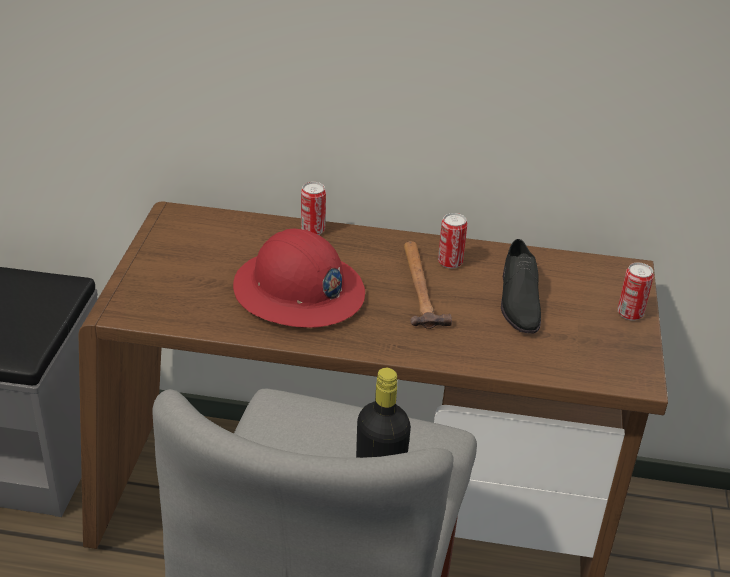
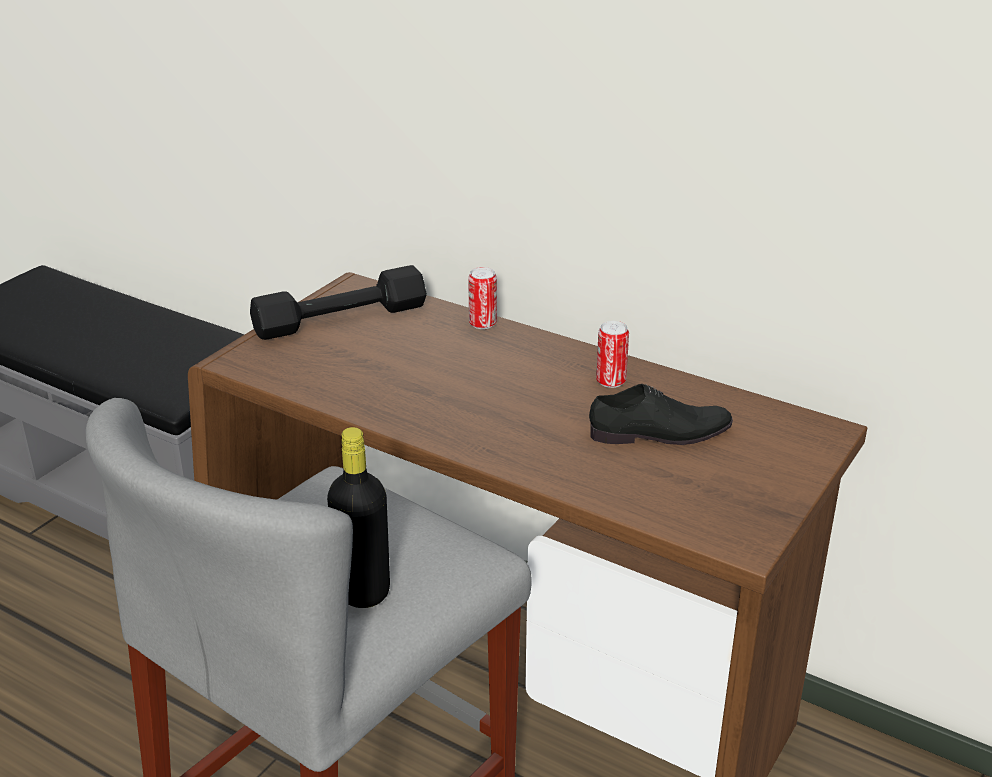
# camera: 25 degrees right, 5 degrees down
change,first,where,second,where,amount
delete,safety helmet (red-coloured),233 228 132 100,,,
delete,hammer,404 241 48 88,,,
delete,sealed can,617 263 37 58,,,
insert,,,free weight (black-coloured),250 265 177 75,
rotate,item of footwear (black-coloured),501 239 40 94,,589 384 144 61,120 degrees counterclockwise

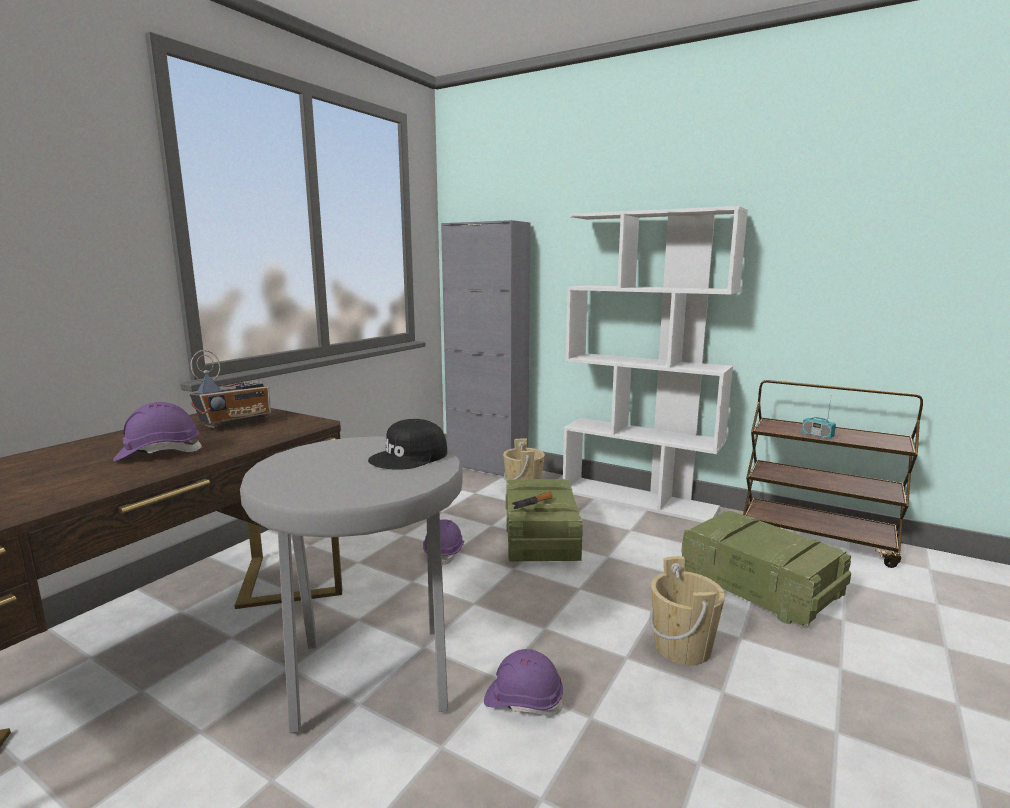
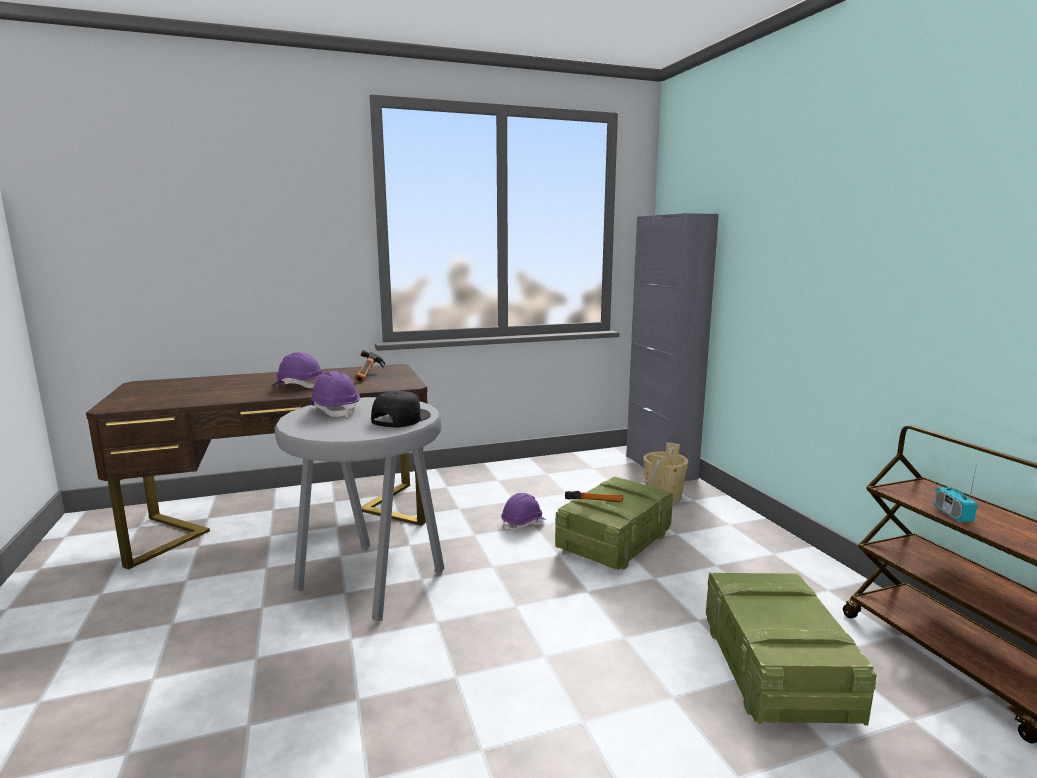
# camera: 40 degrees right, 0 degrees up
change,first,where,second,where,amount
delete,bookshelf (white-coloured),563 206 185 317,,,
delete,pail (beige-coloured),650 556 75 109,,,
move,safety helmet (purplish),484 649 80 68,,310 371 50 47,
replace,radio receiver,190 350 81 79,hammer,355 350 30 32,
rotate,peaked cap (black-coloured),368 419 79 51,,371 391 60 36,120 degrees clockwise

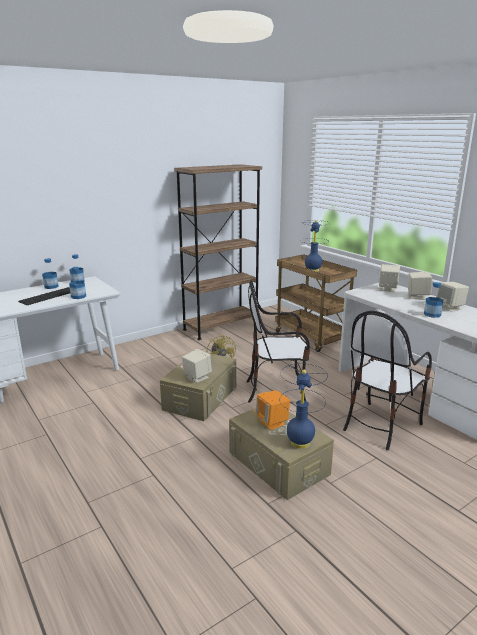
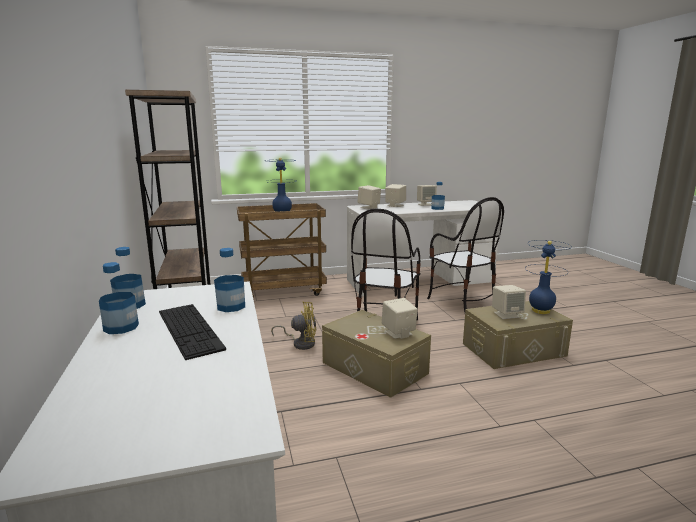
# camera: 70 degrees left, 5 degrees down
change,first,where,second,where,amount
recolor,audio speaker (orange-coloured),255 390 35 40,audio speaker (beige-coloured),492 285 34 34,

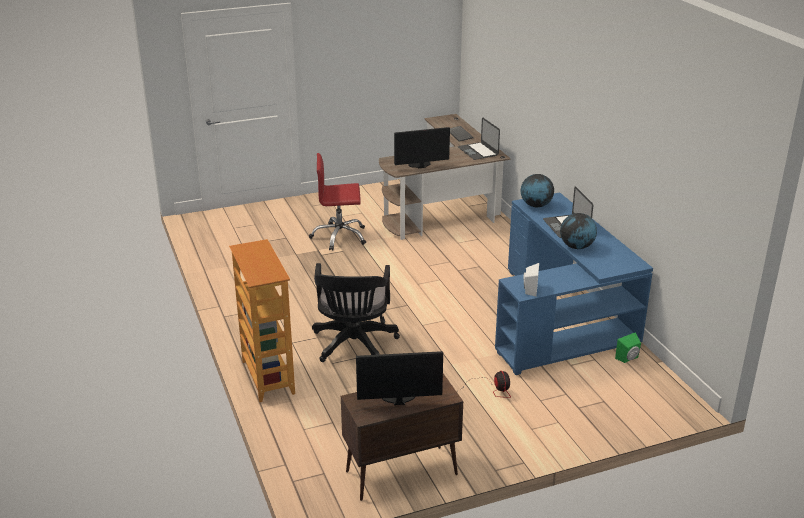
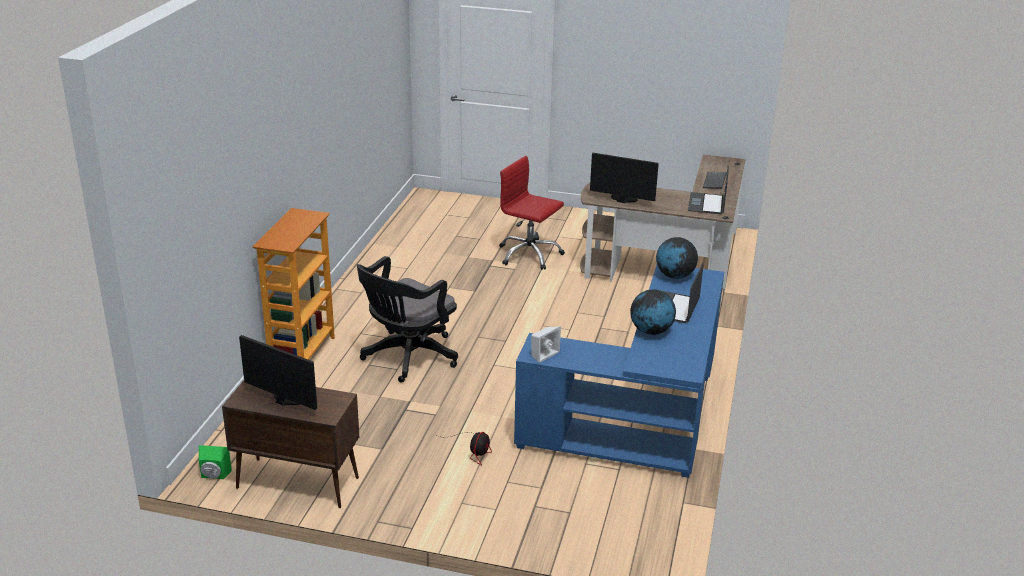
# camera: 35 degrees right, 0 degrees up
change,first,where,second,where,amount
move,audio speaker (green),615 332 26 31,,199 445 33 34,

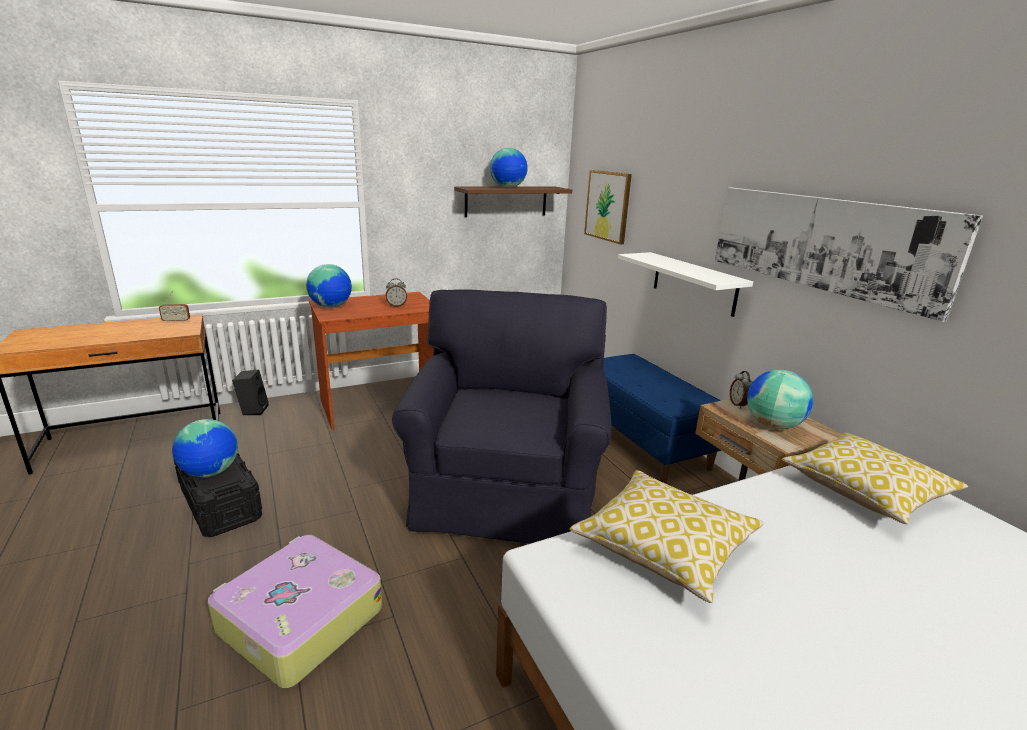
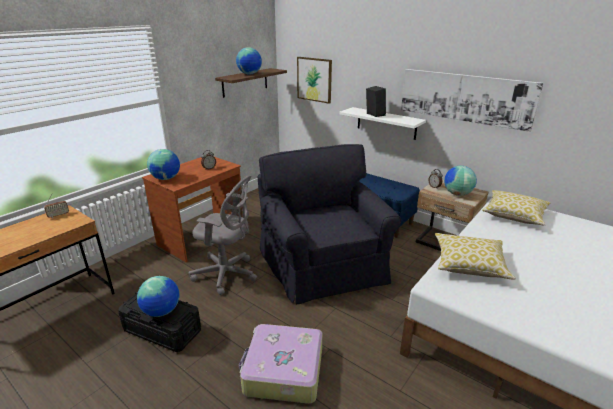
# camera: 25 degrees left, 5 degrees up
change,first,where,second,where,amount
insert,,,desk chair (grey),189 175 68 120,
move,audio speaker (black-coloured),232 369 37 46,,366 86 20 31,

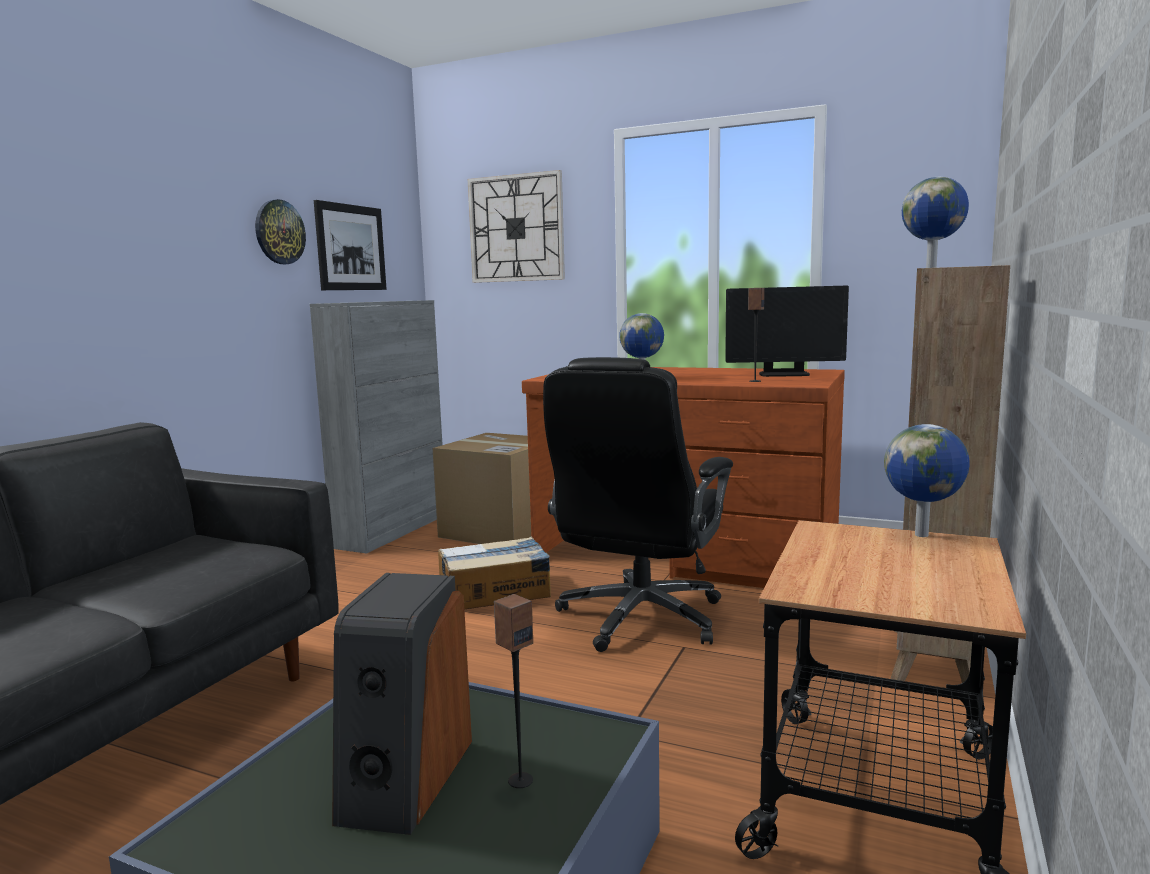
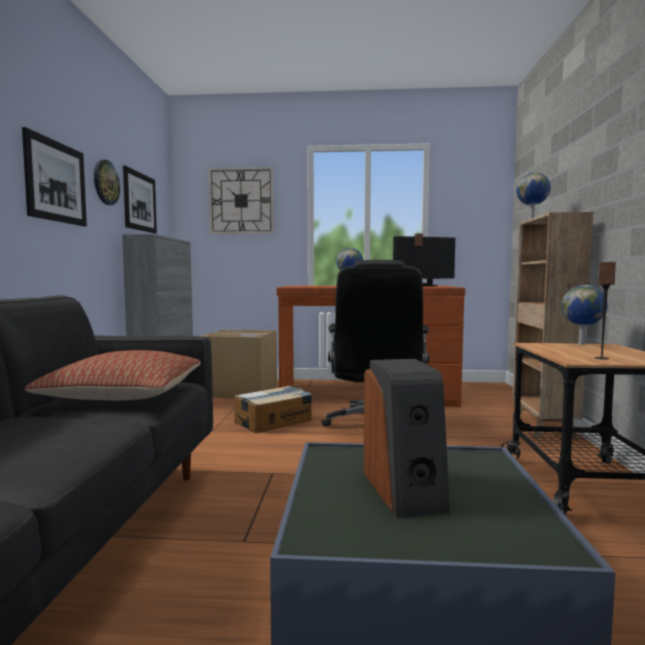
# camera: 20 degrees left, 5 degrees down
change,first,where,second,where,amount
insert,,,picture,22 127 65 99,
insert,,,pillow,24 350 177 50,
move,audio speaker,494 594 39 194,,595 262 21 98,

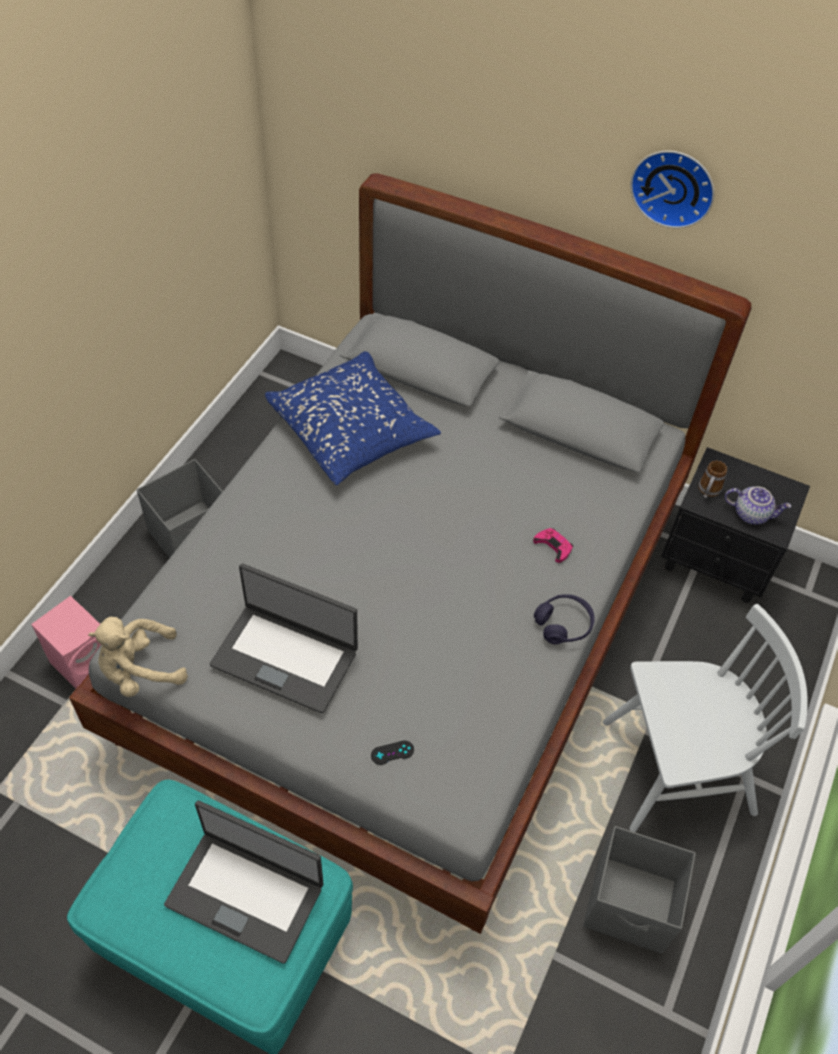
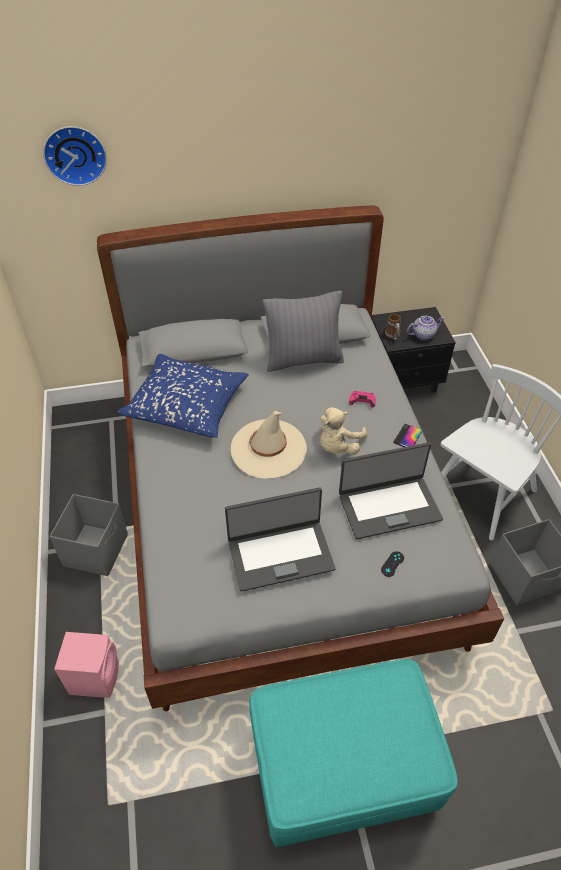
# camera: 35 degrees left, 5 degrees down
change,first,where,second,where,amount
insert,,,clothing hat (beige-coloured),231 411 76 68,
insert,,,pillow (grey),263 291 81 81,
move,plush toy (beige-coloured),88 617 100 80,,320 407 48 48,
move,laptop,164 801 159 163,,339 442 104 97,
move,wall clock,630 150 85 78,,43 126 64 60,
replace,headphones (purplish),534 594 61 50,telephone,393 424 30 23,

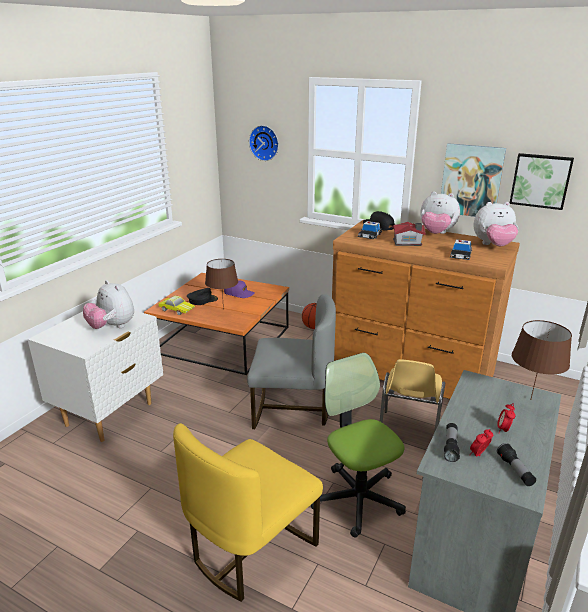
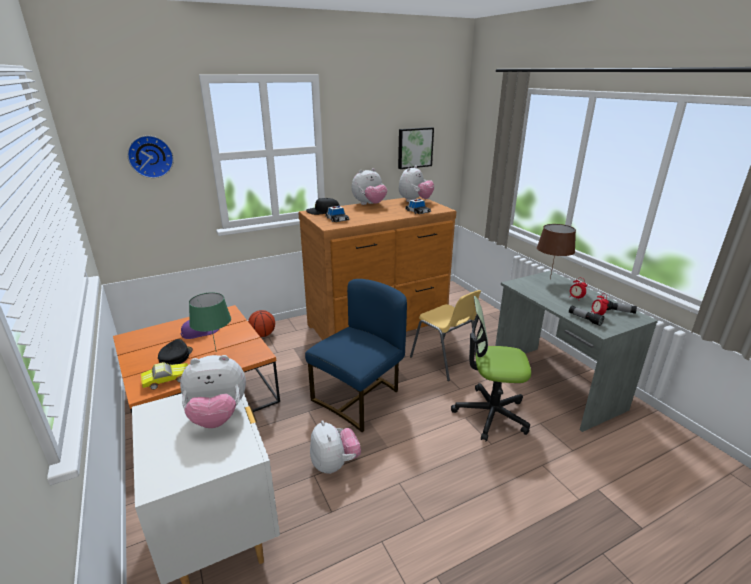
# camera: 55 degrees left, 0 degrees up
change,first,where,second,where,amount
delete,chair (yellowish),173 423 150 179,,,
delete,model house,392 222 33 24,,,
delete,picture,441 143 65 74,,,
insert,,,plush toy,310 420 51 54,
recolor,tabletop lamp (brown),205 259 33 50,tabletop lamp (green),189 293 42 56,
recolor,chair (grey),247 294 89 135,chair (bluish),305 279 102 153,

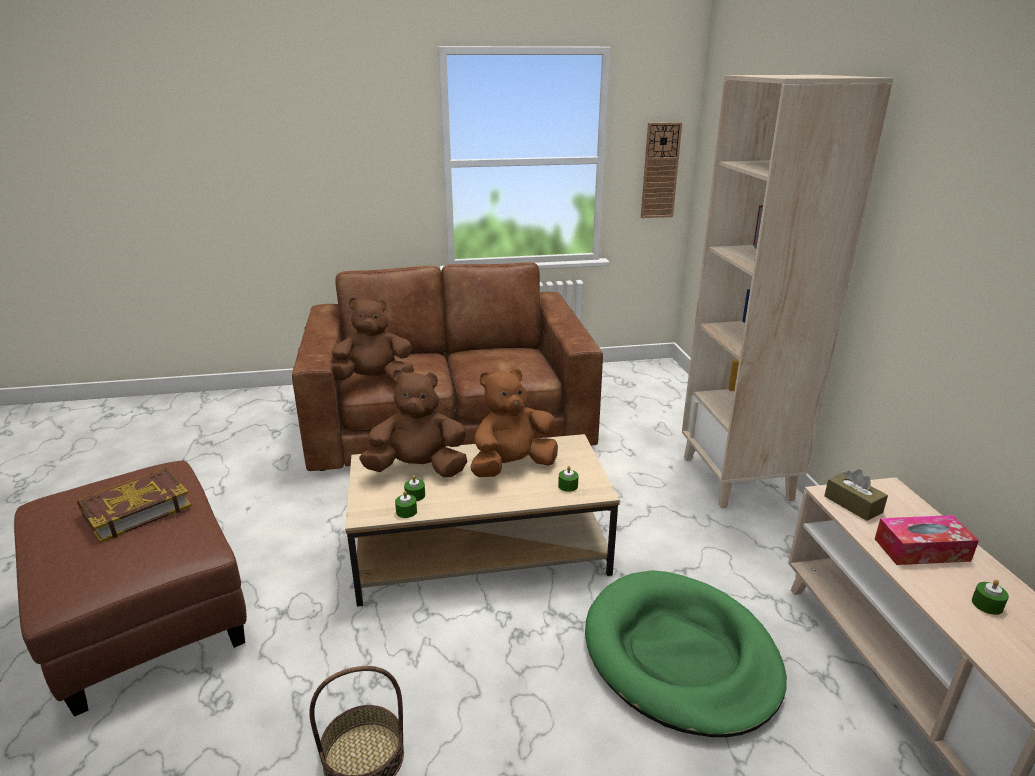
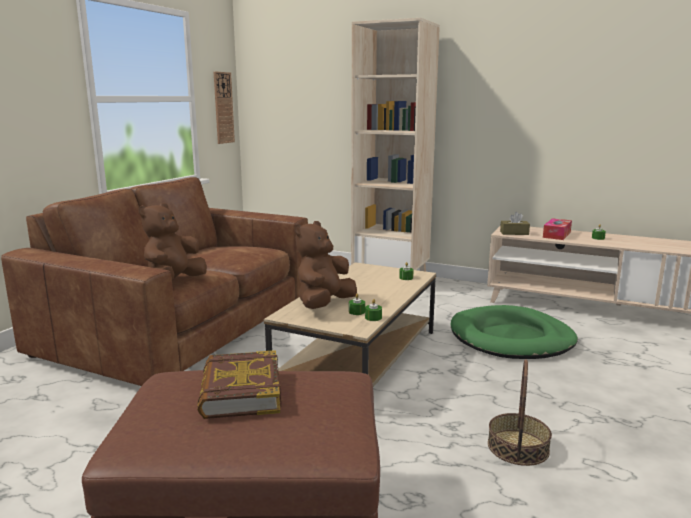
# camera: 55 degrees left, 10 degrees down
change,first,where,second,where,amount
delete,plush toy (brown),471 368 87 109,,,

